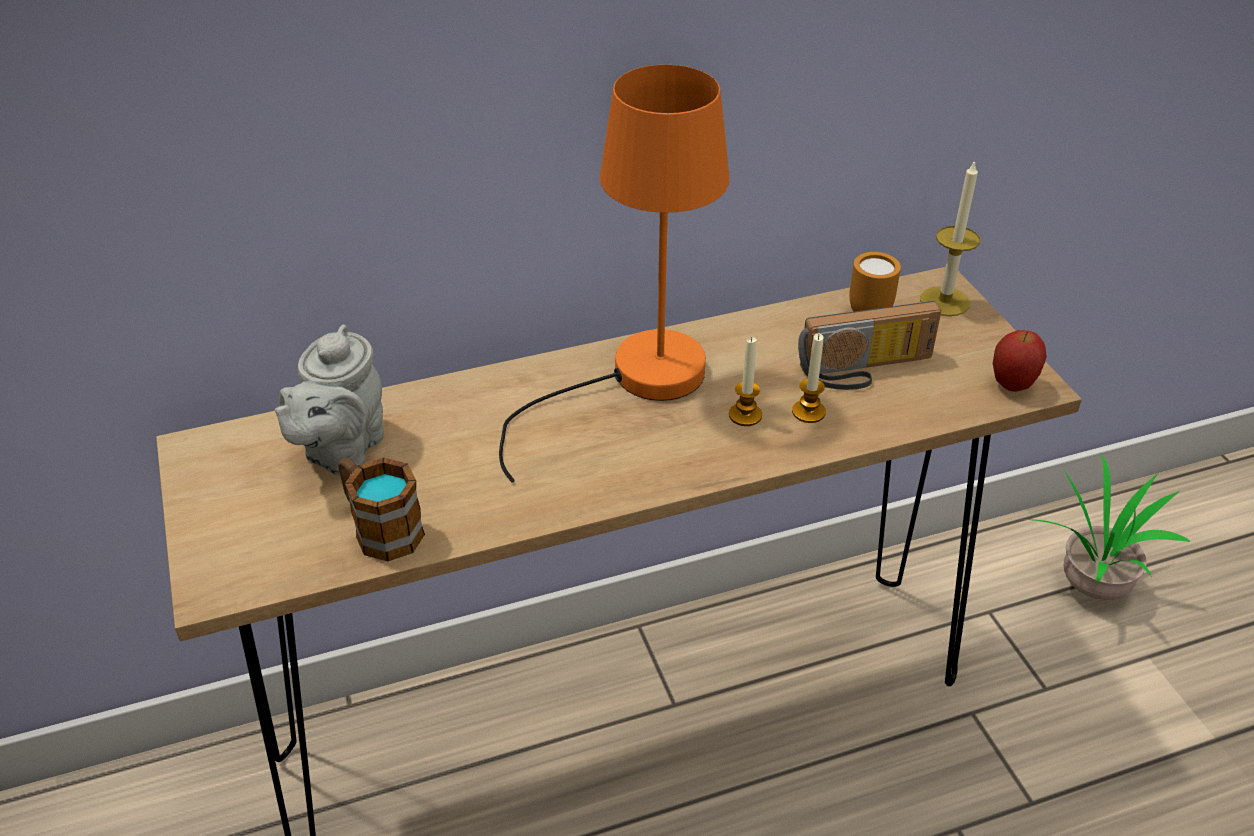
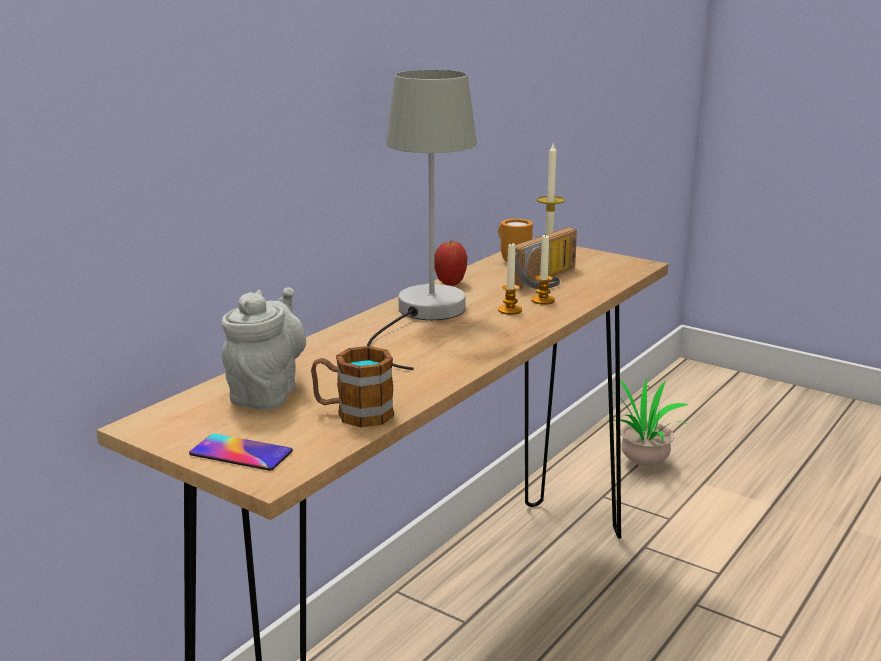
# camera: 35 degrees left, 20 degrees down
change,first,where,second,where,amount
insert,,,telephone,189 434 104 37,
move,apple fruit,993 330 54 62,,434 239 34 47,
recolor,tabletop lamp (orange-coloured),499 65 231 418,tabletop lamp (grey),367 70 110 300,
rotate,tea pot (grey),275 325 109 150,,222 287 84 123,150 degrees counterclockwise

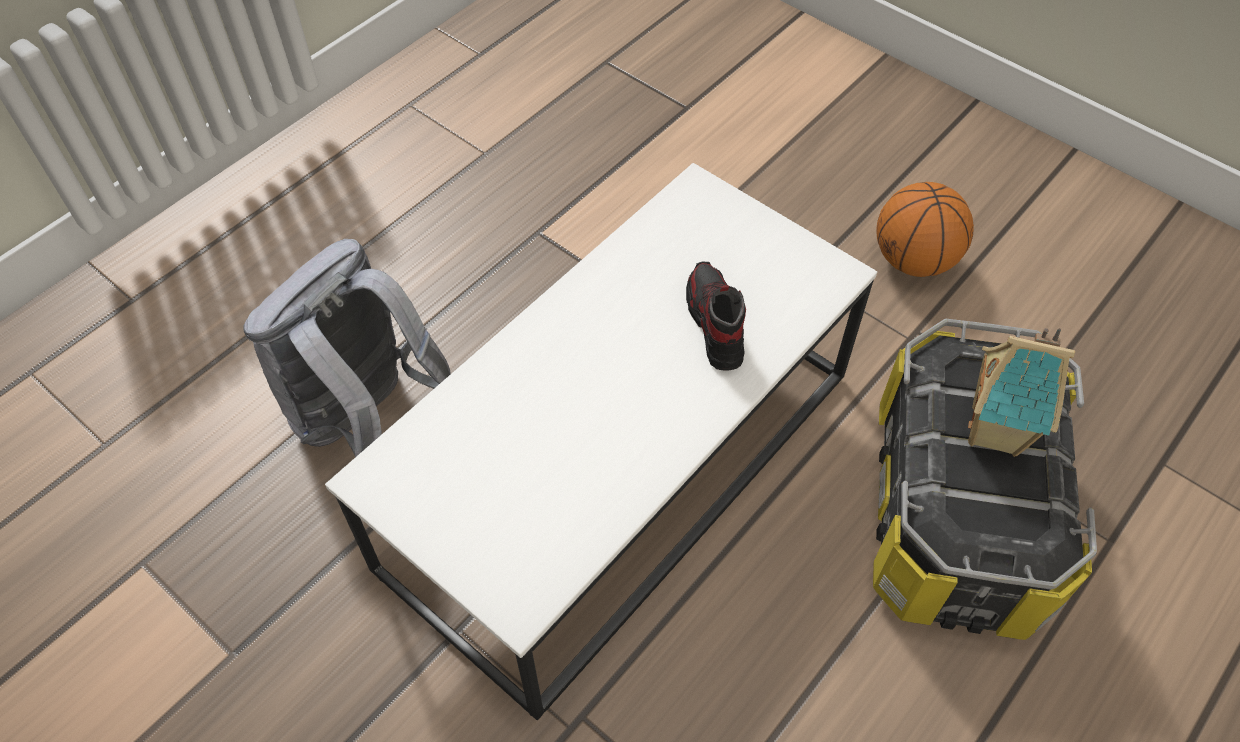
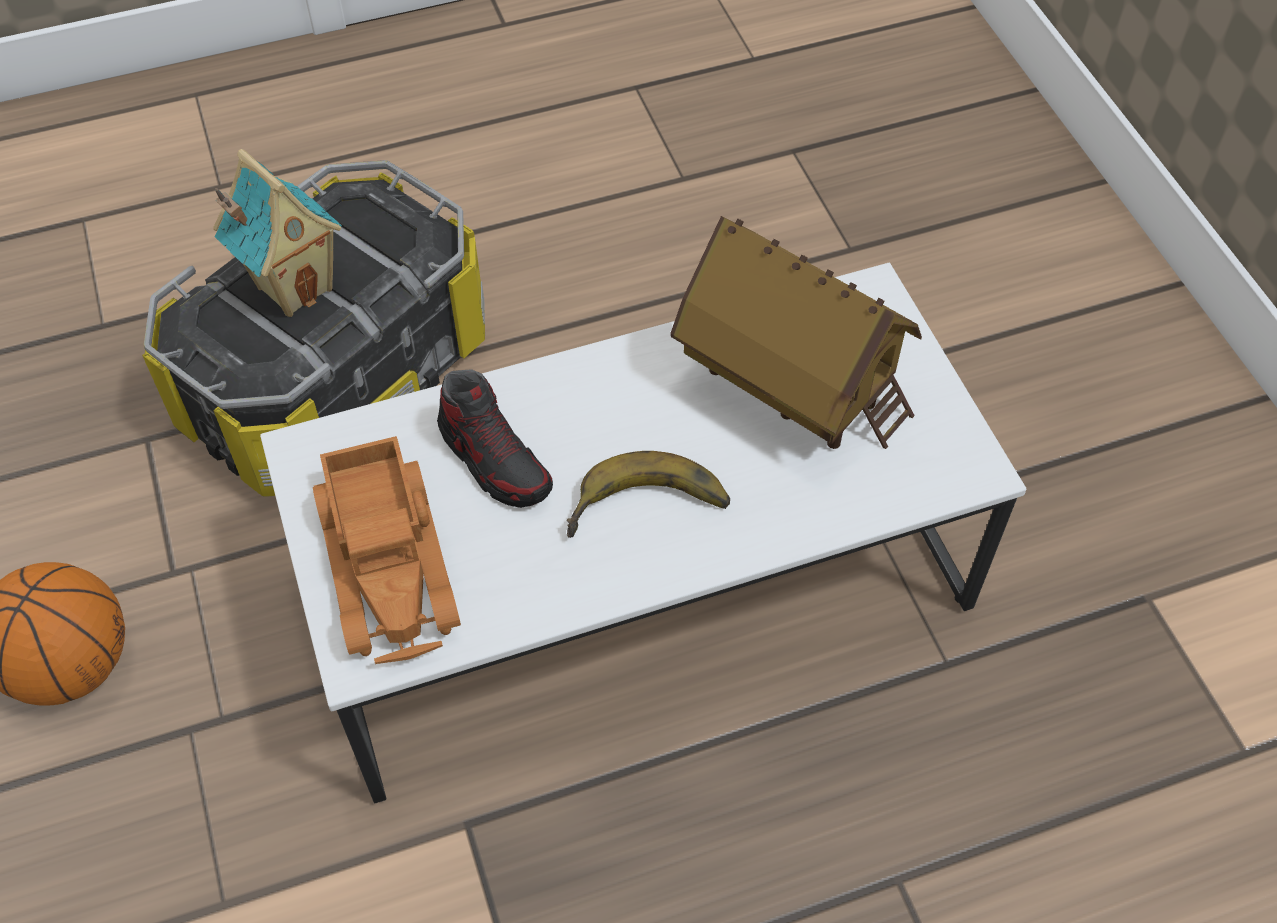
# camera: 150 degrees left, 0 degrees up
change,first,where,second,where,amount
delete,knapsack (grey),243 239 208 218,,,
insert,,,toy lorry,313 436 148 228,
insert,,,whole banana,567 451 163 87,
insert,,,model house,670 216 252 233,
rotate,item of footwear,686 262 60 109,,437 369 116 139,60 degrees counterclockwise

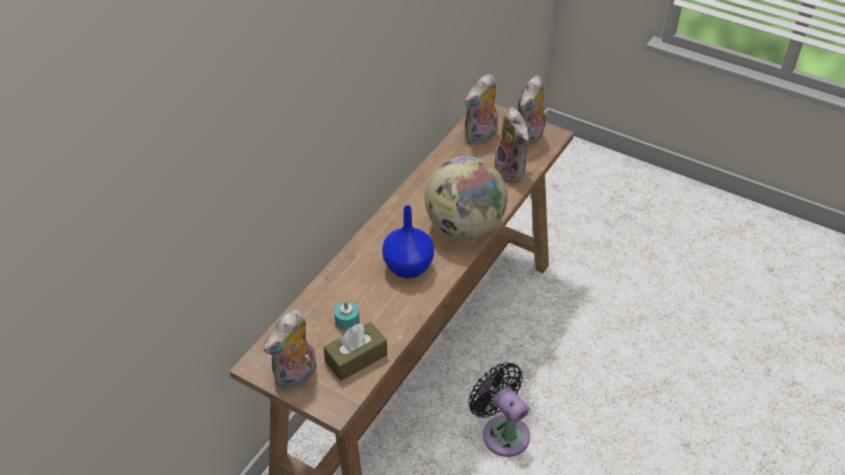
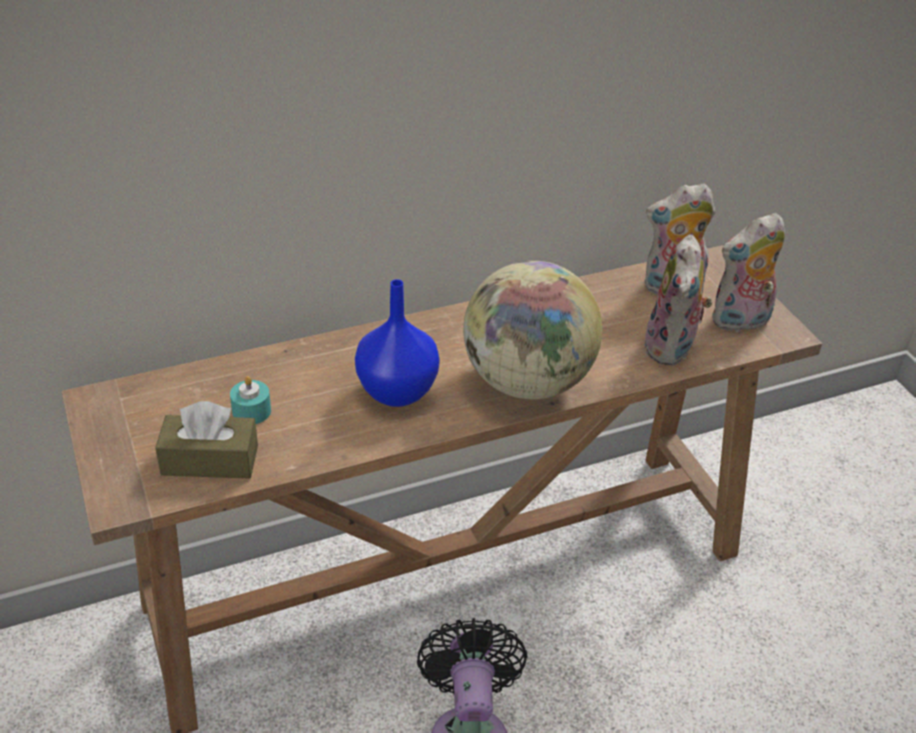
# camera: 35 degrees right, 5 degrees down
change,first,where,second,where,amount
delete,plush toy,264 310 53 80,,,

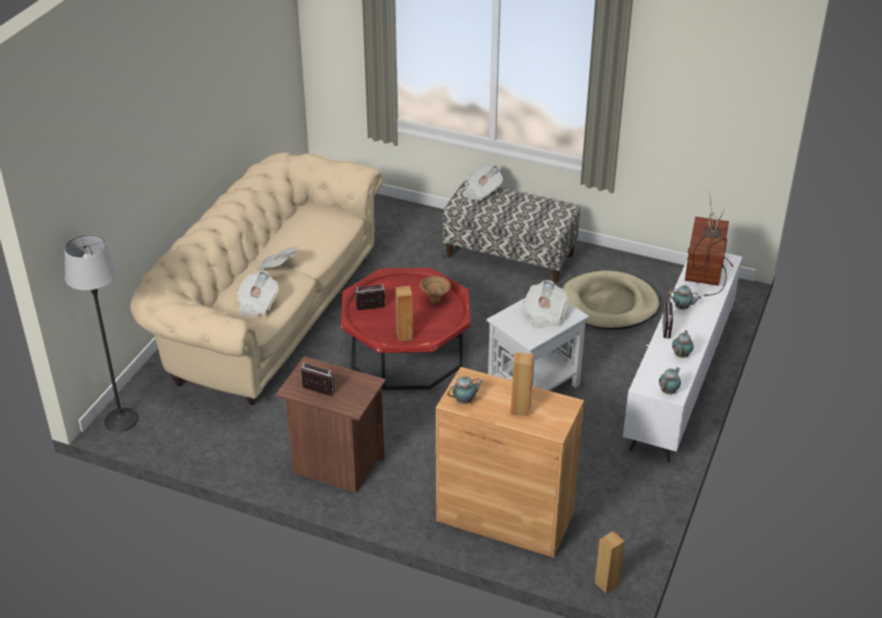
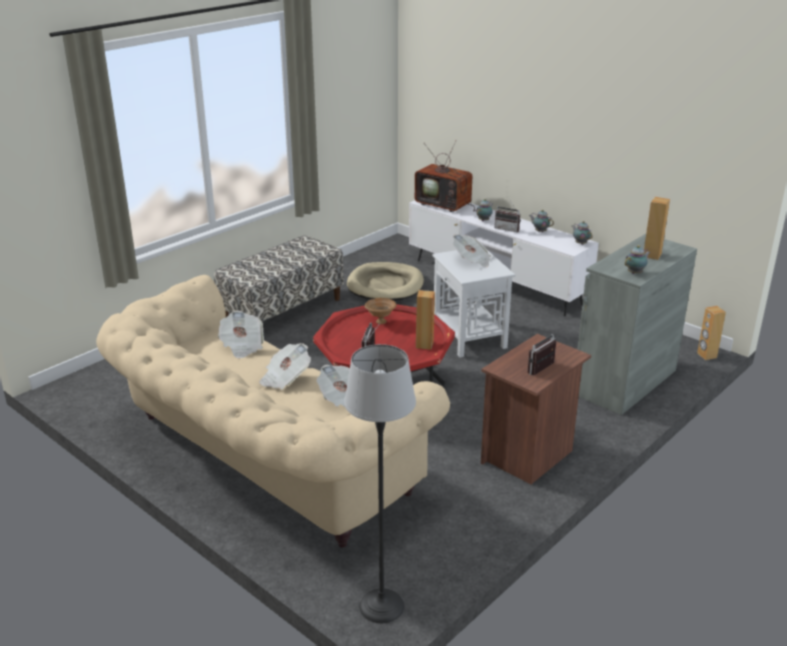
# camera: 70 degrees left, 10 degrees down
change,first,where,second,where,amount
move,daily paper,463 165 40 36,,218 311 46 48,
recolor,storage cabinet (brown),436 367 148 191,storage cabinet (grey),577 234 120 181,
rotate,tea pot,447 376 36 28,,625 245 25 29,60 degrees clockwise

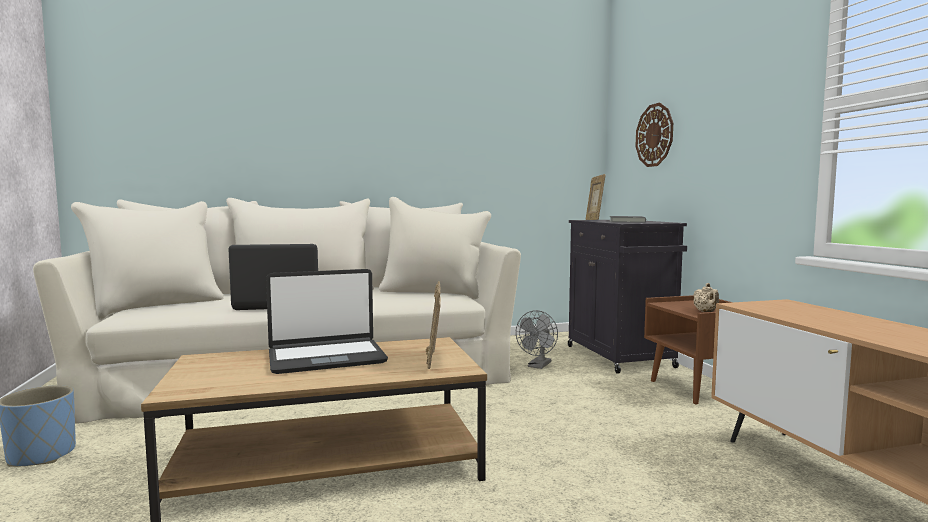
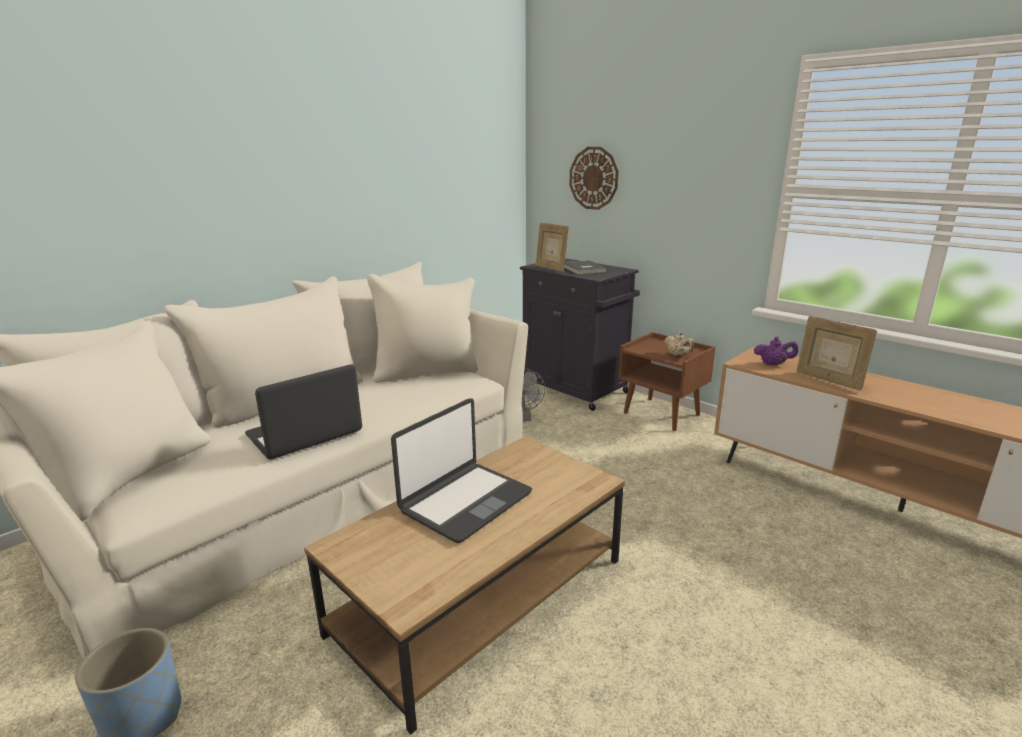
# camera: 30 degrees left, 15 degrees up
change,first,where,second,where,amount
insert,,,tea pot (purplish),754 337 44 28,
move,picture frame,426 281 15 88,,797 316 80 74,

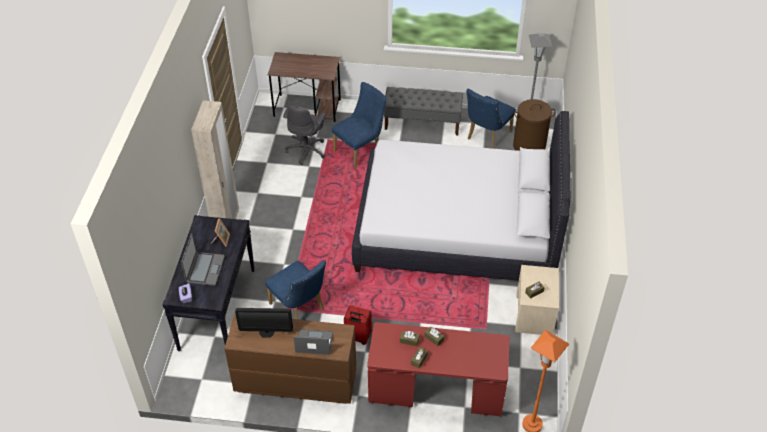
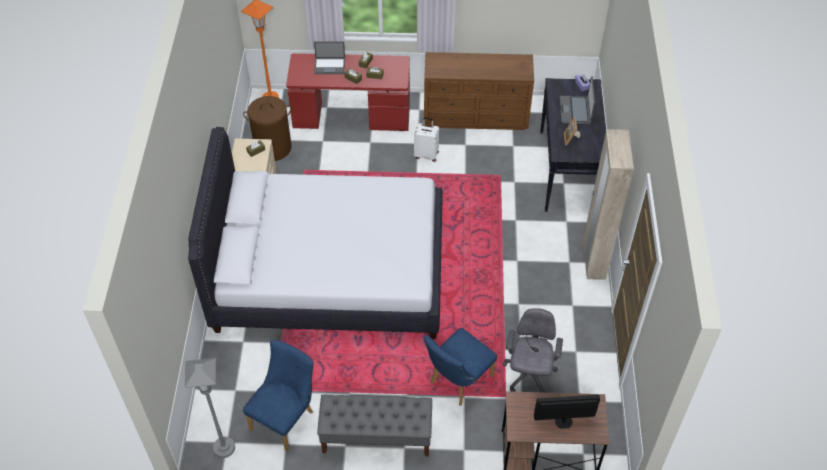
# camera: 175 degrees right, 5 degrees up
change,first,where,second,where,amount
delete,chair (bluish),265 260 61 60,,,
move,computer screen,235 308 58 30,,534 395 66 34,
move,laptop,294 329 39 26,,314 41 31 33,
move,hamper (brown),513 99 43 52,,243 96 48 65,
recolor,piece of luggage (red-coloured),344 305 28 40,piece of luggage (white-coloured),414 117 25 45,

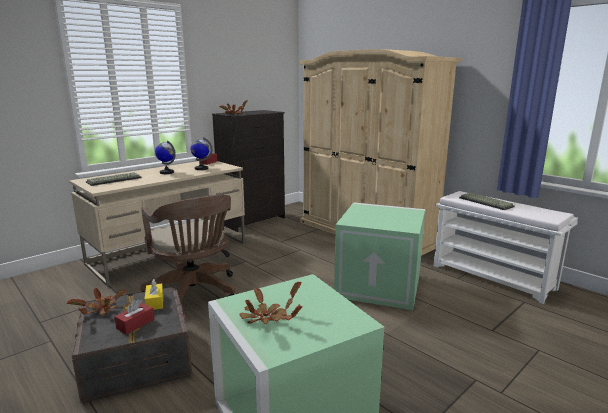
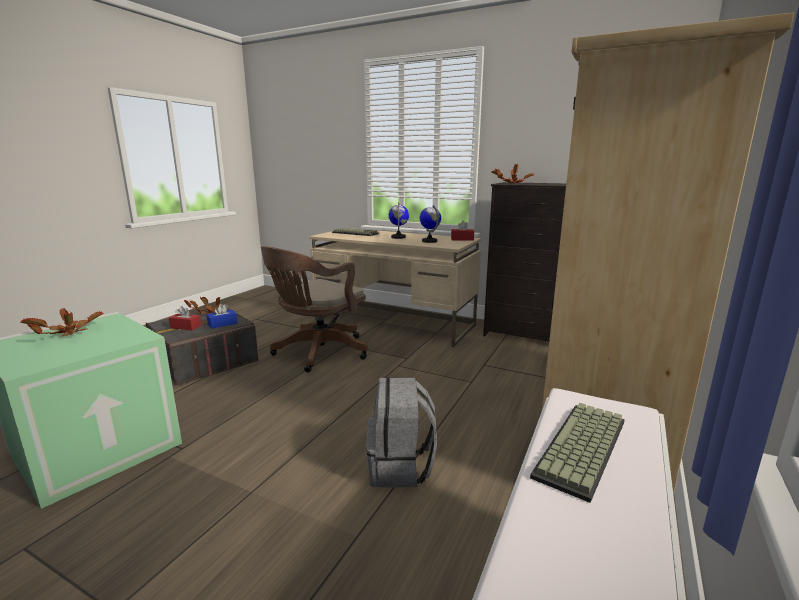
# camera: 70 degrees right, 0 degrees up
change,first,where,second,where,amount
replace,storage box (green),334 202 91 108,knapsack (grey),366 377 71 111,
recolor,tissue holder (yellowish),144 279 19 31,tissue holder (bluish),206 304 32 25,

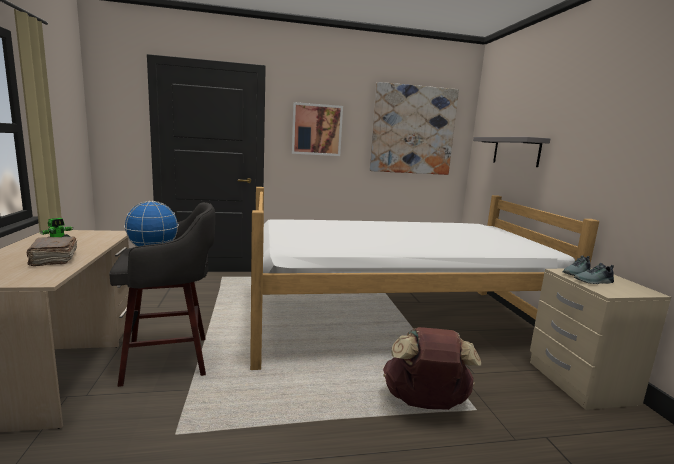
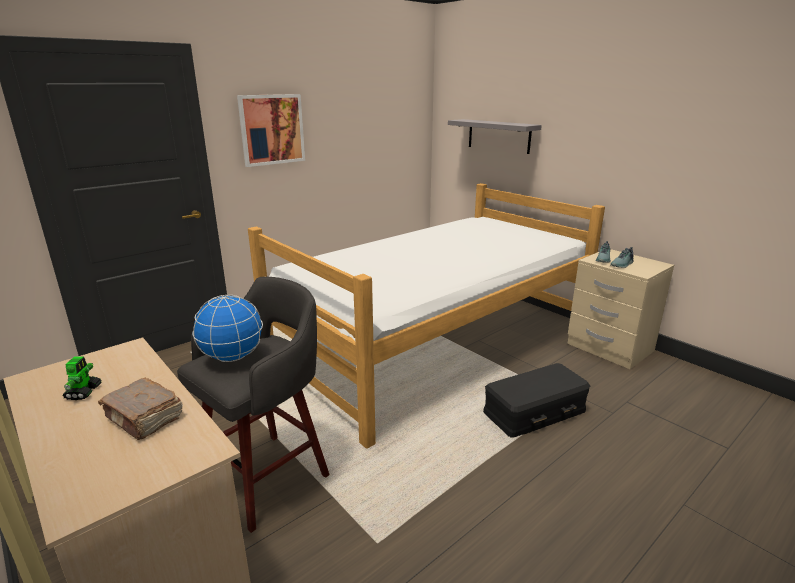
# camera: 30 degrees left, 10 degrees up
change,first,where,second,where,amount
delete,picture,370 82 89 93,,,
replace,knapsack (brown),383 327 98 83,storage box (black-coloured),483 363 107 75,

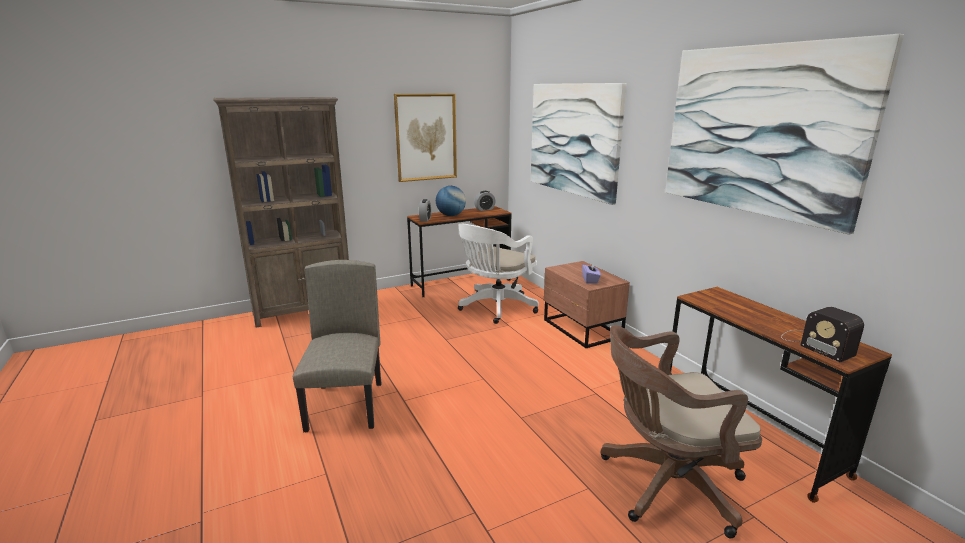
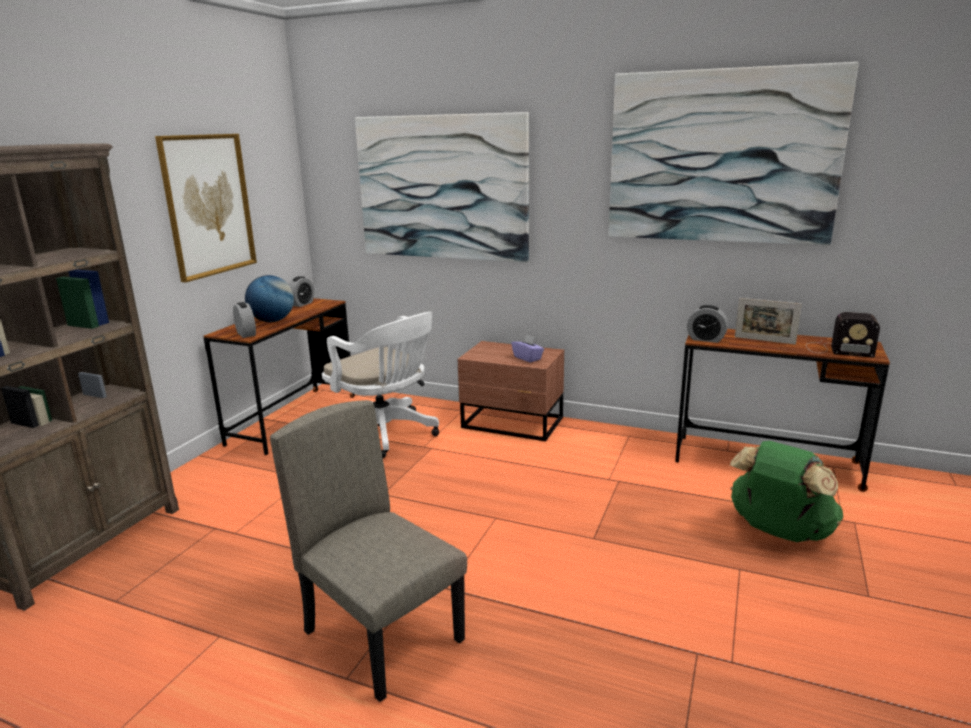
# camera: 40 degrees left, 0 degrees up
change,first,where,second,where,amount
insert,,,bedside clock,687 305 41 38,
insert,,,picture frame,735 298 67 47,
replace,desk chair (brown),601 325 161 213,knapsack (green),730 441 113 101,
rotate,desk chair (white-coloured),458 224 81 100,,322 312 117 146,45 degrees counterclockwise

